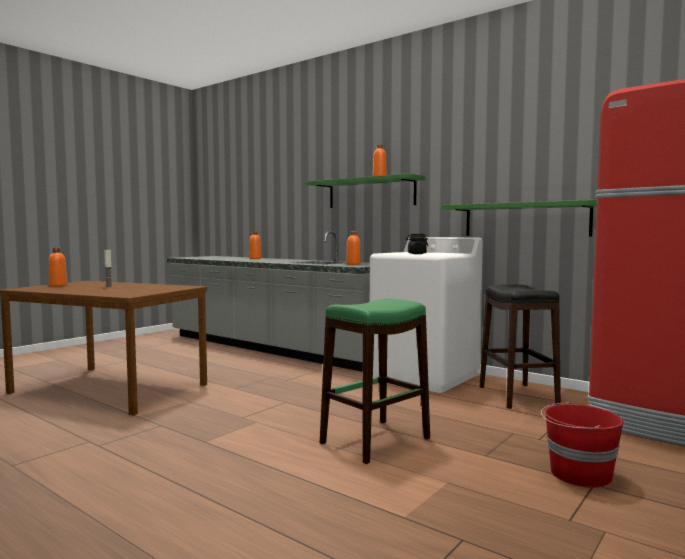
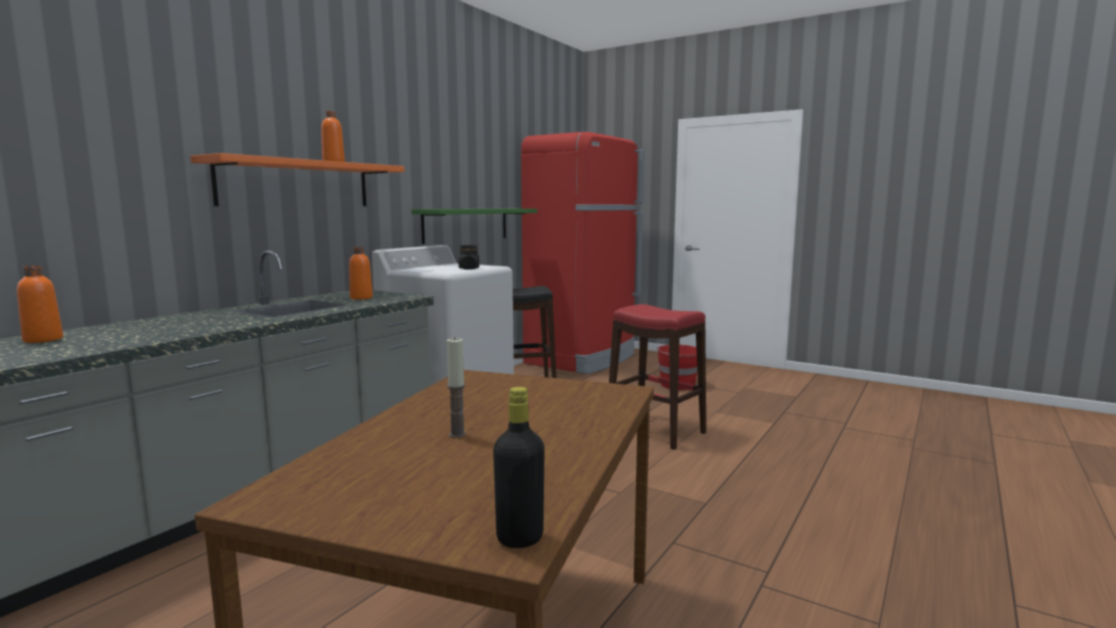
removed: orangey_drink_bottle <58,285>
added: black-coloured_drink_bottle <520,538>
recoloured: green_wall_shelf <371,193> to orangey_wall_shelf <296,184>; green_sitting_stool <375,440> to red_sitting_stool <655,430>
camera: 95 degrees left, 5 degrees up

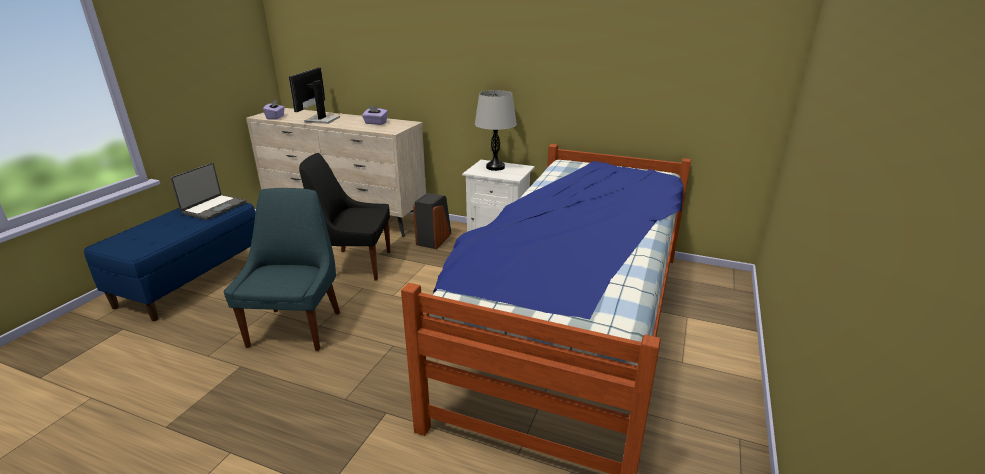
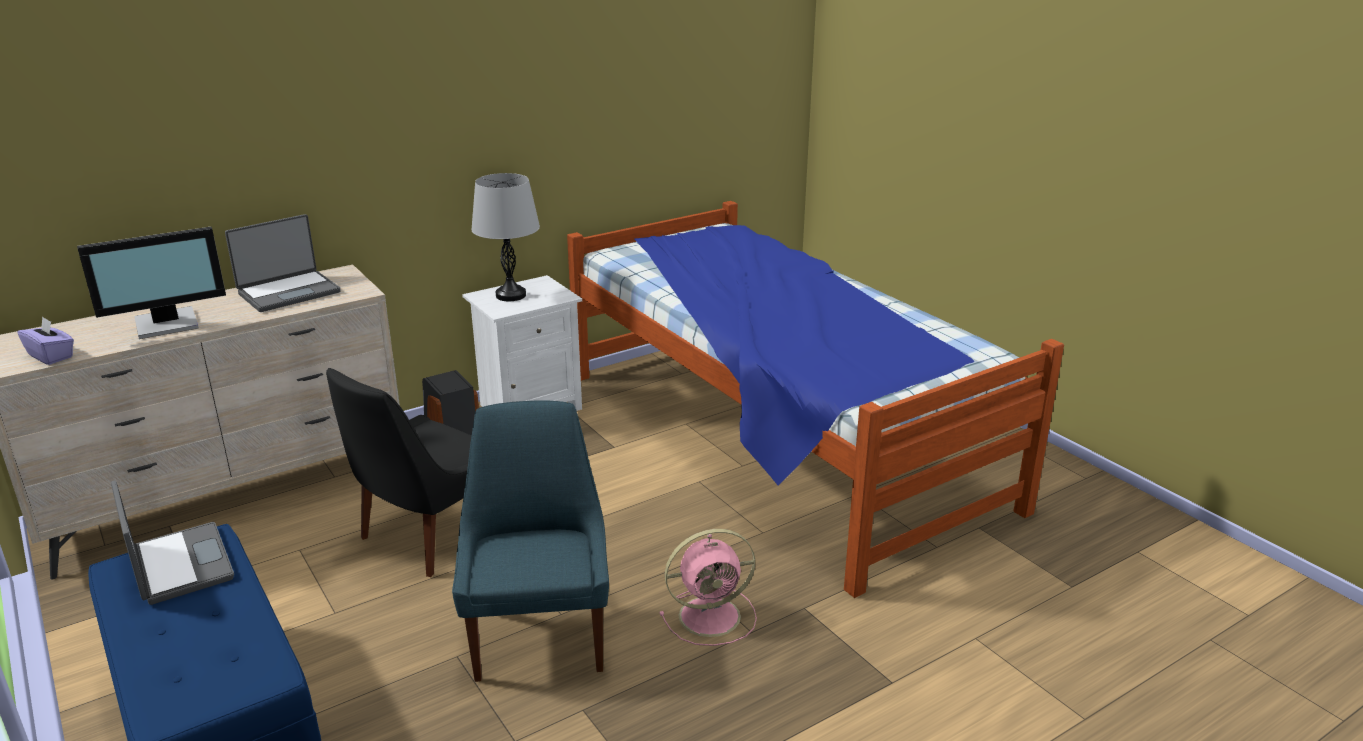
added: pink_electric_fan <712,616>
replaced: purple_tissue_holder <375,123> to portable_computer <288,292>
turned: blue-coloured_chair <297,327> = <540,635> 45 degrees clockwise; computer_screen <320,120> = <168,324> 75 degrees counterclockwise
camera: 55 degrees left, 0 degrees up

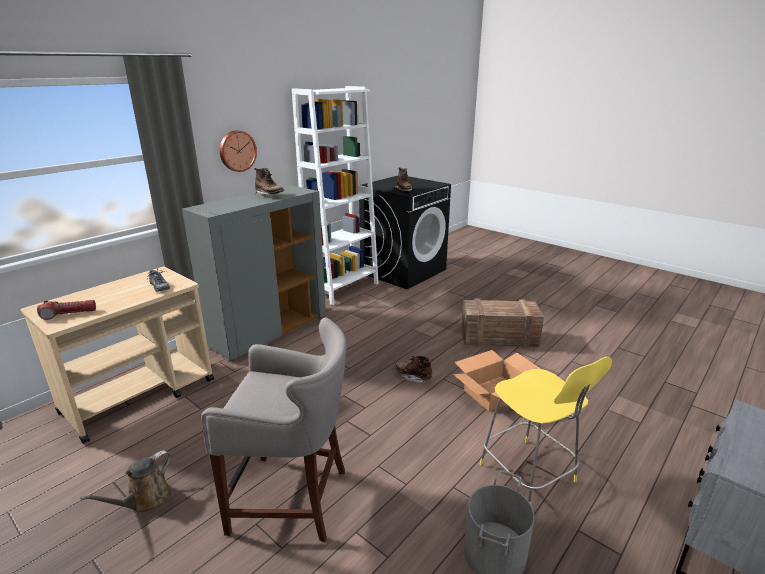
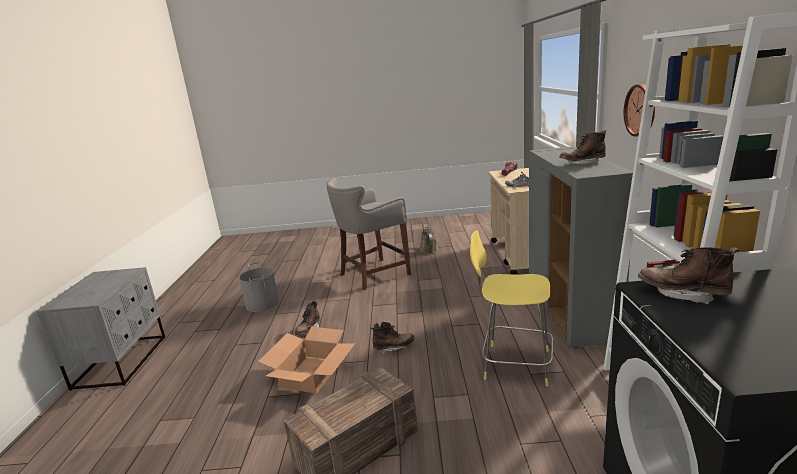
added: brown_boot <308,330>
moved: yellow_sitting_stool <529,475> to <514,364>
camera: 140 degrees right, 5 degrees down

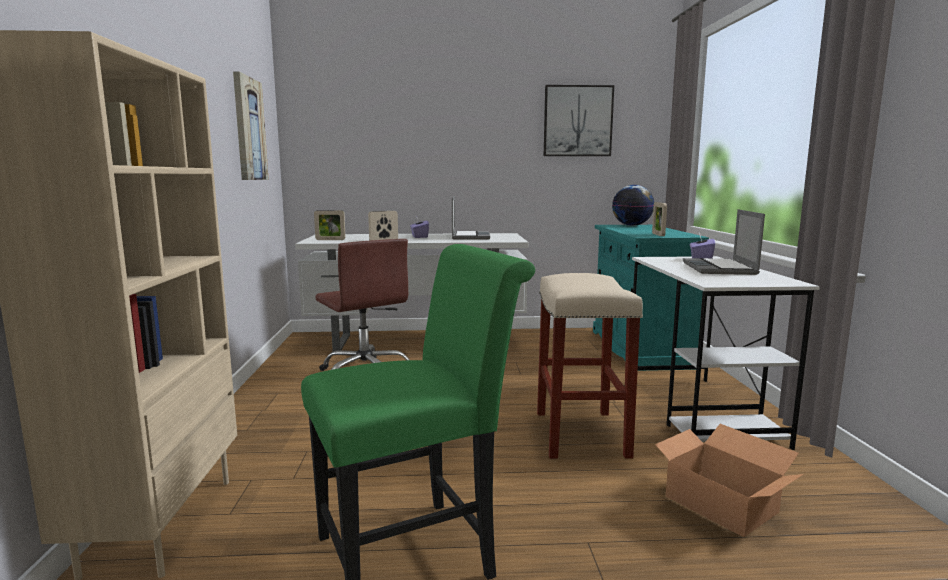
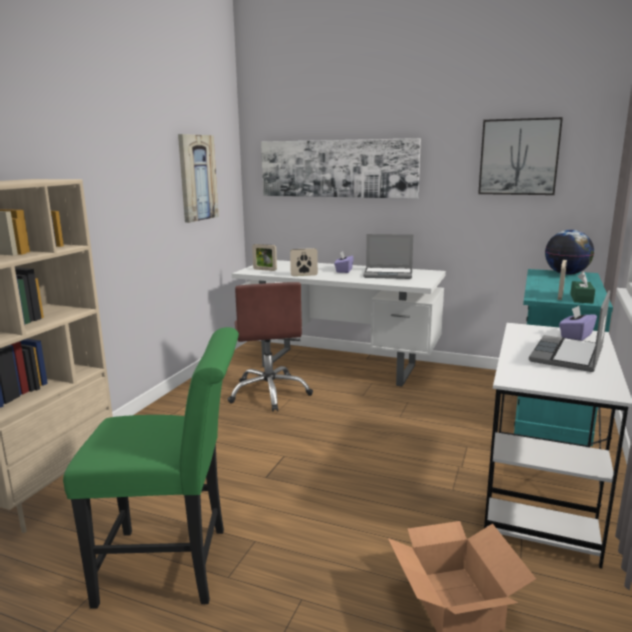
removed: sand-coloured_sitting_stool <579,433>
added: wall_picture <337,168>; green_tissue_holder <581,298>
turned: portable_computer <469,237> = <389,274> 75 degrees clockwise
camera: 25 degrees right, 5 degrees up

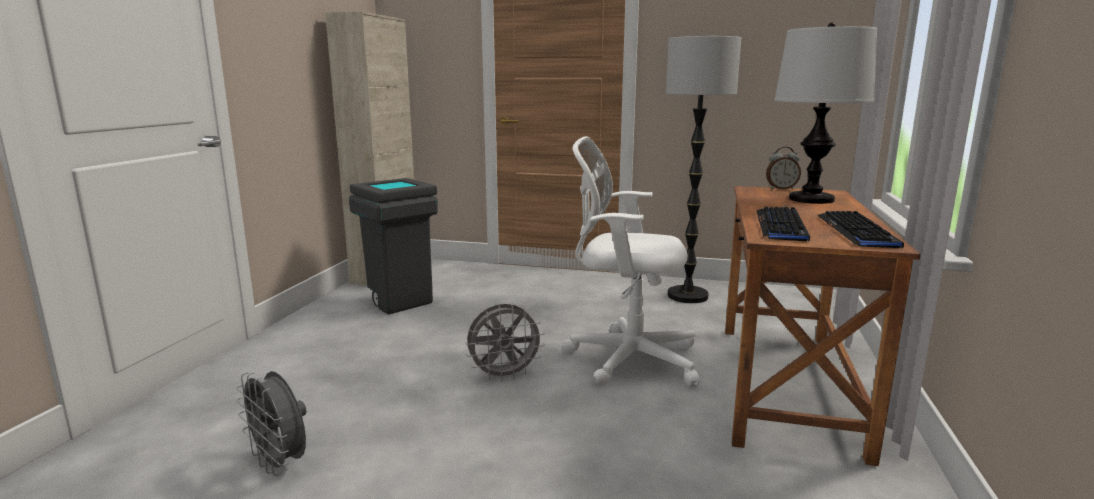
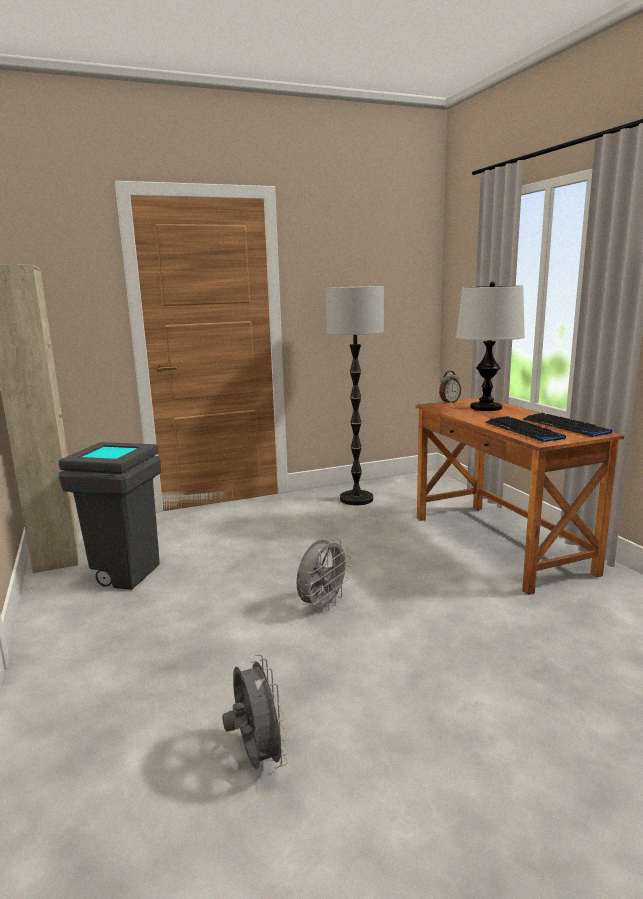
removed: white-coloured_office_chair <626,358>
turned: gray_electric_fan <280,464> = <257,758> 120 degrees counterclockwise
camera: 35 degrees left, 0 degrees up

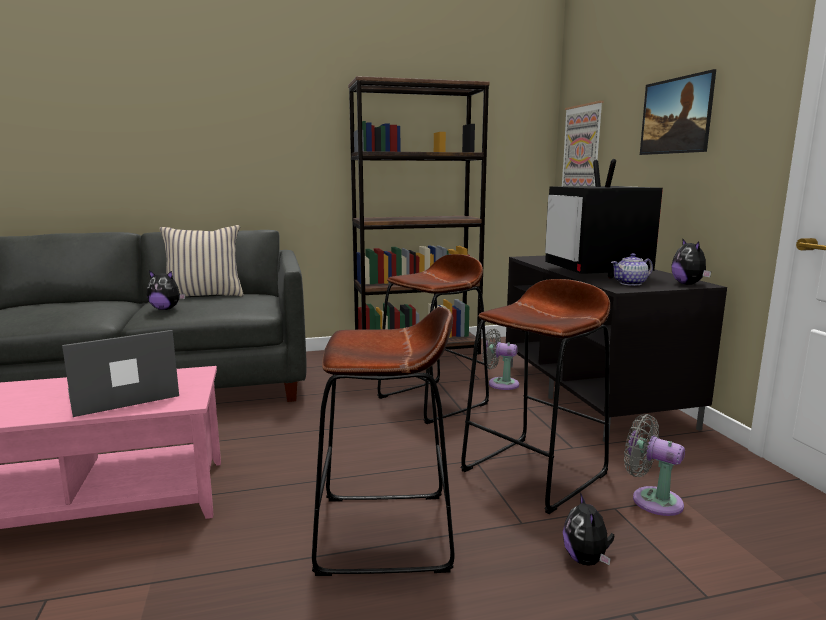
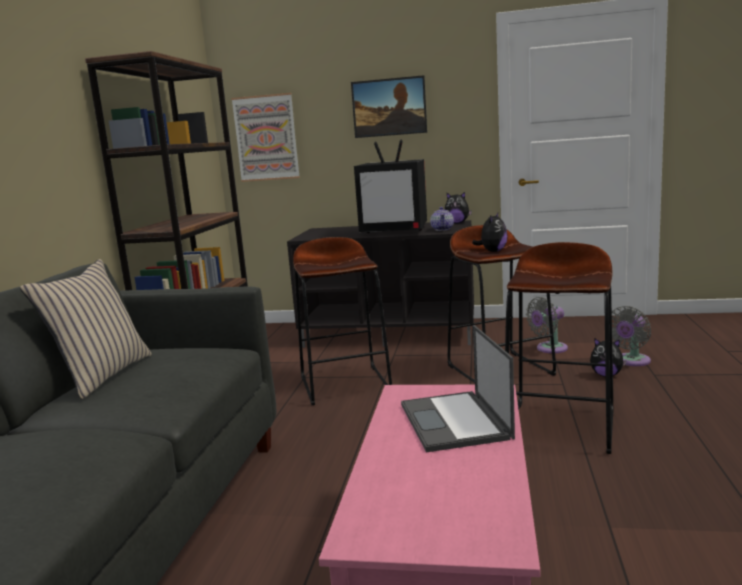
moved: soft_toy <166,309> to <492,251>; gray_electric_fan <500,383> to <631,361>
camera: 65 degrees left, 0 degrees up

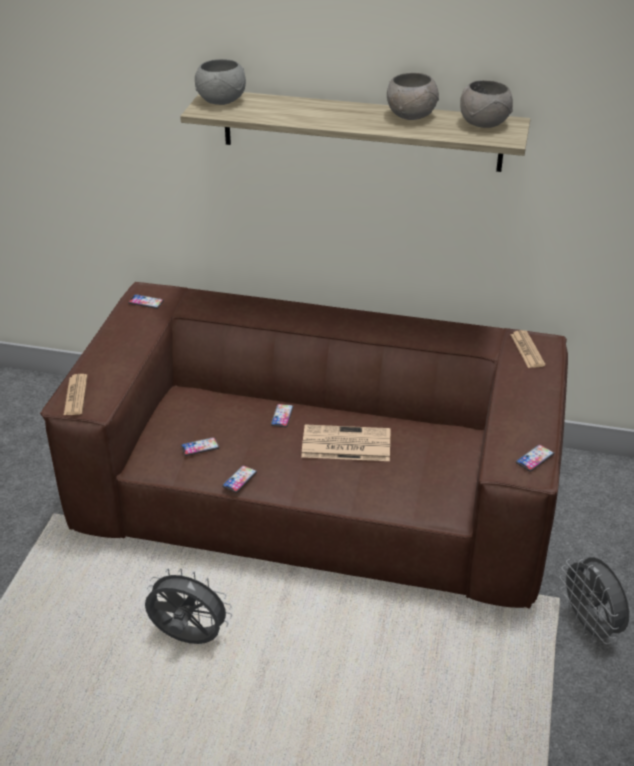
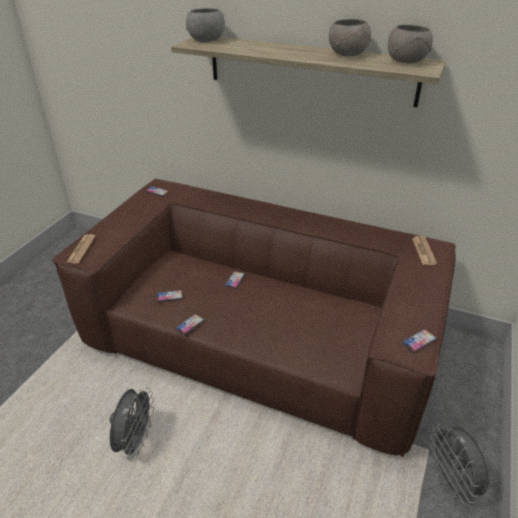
removed: daily_paper <345,444>
turned: gray_electric_fan <188,639> = <135,440> 75 degrees clockwise
camera: 10 degrees right, 0 degrees up

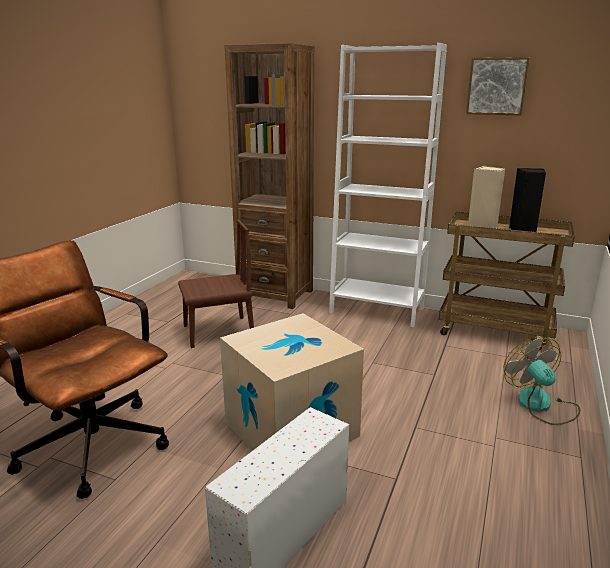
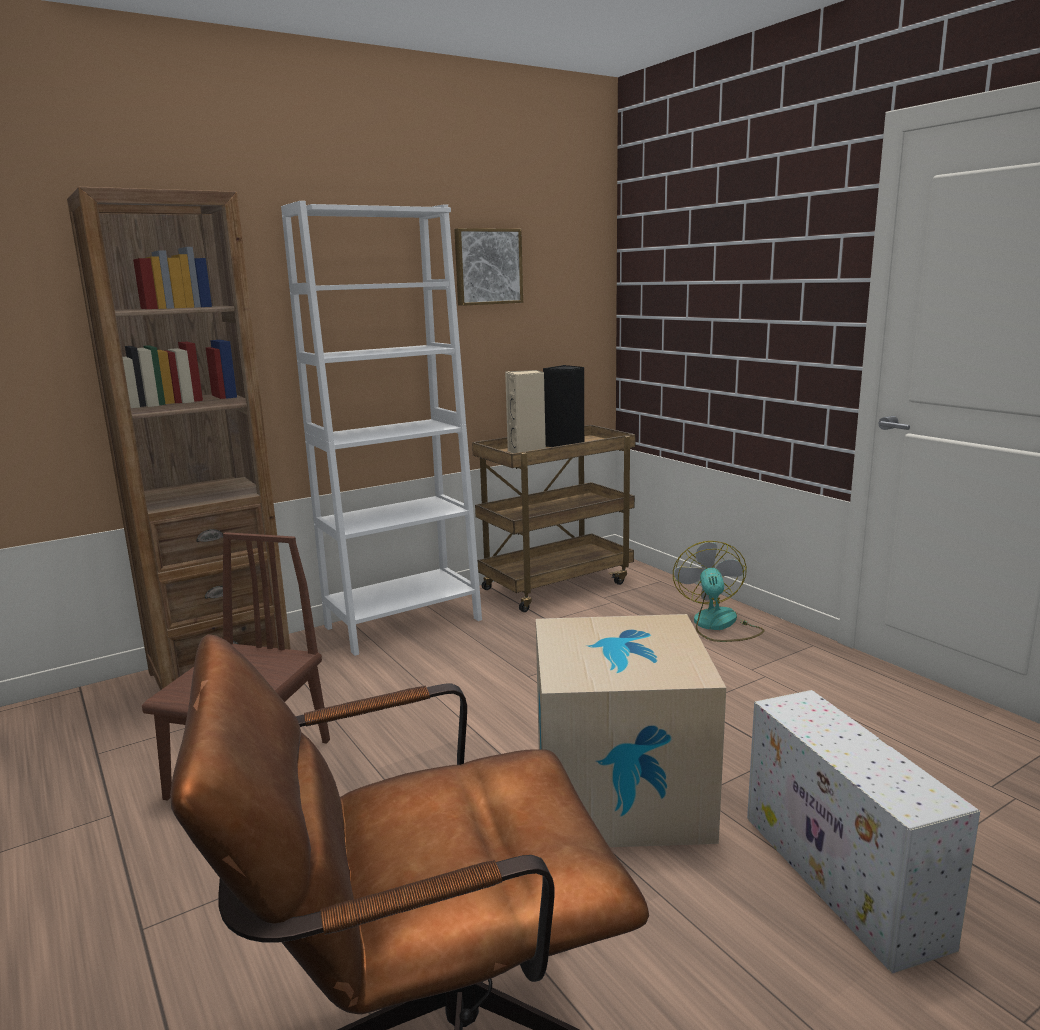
turned: electric_fan <541,405> = <718,625> 75 degrees clockwise
camera: 55 degrees left, 5 degrees down

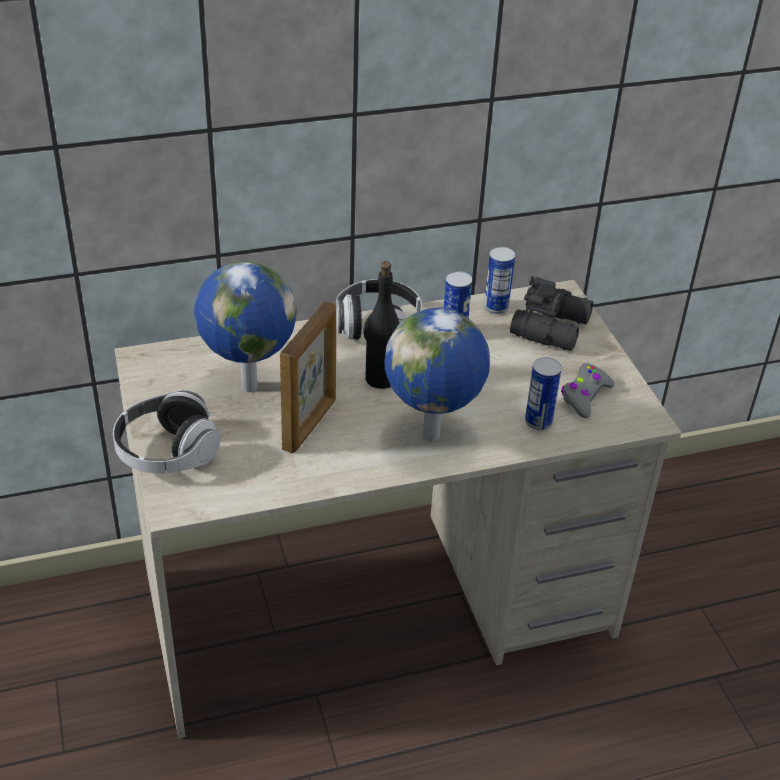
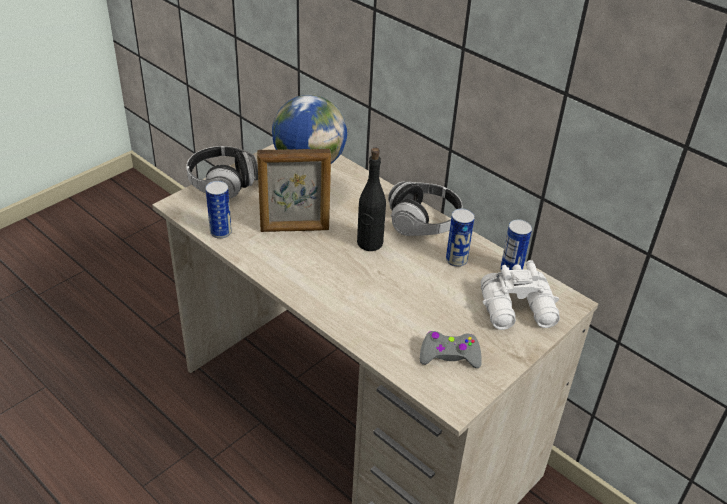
removed: globe <433,437>
moved: metal_can <538,422> to <221,232>
recoloured: black-coloured_pair_of_binoculars <553,327> to white-coloured_pair_of_binoculars <519,310>
camera: 60 degrees right, 0 degrees up

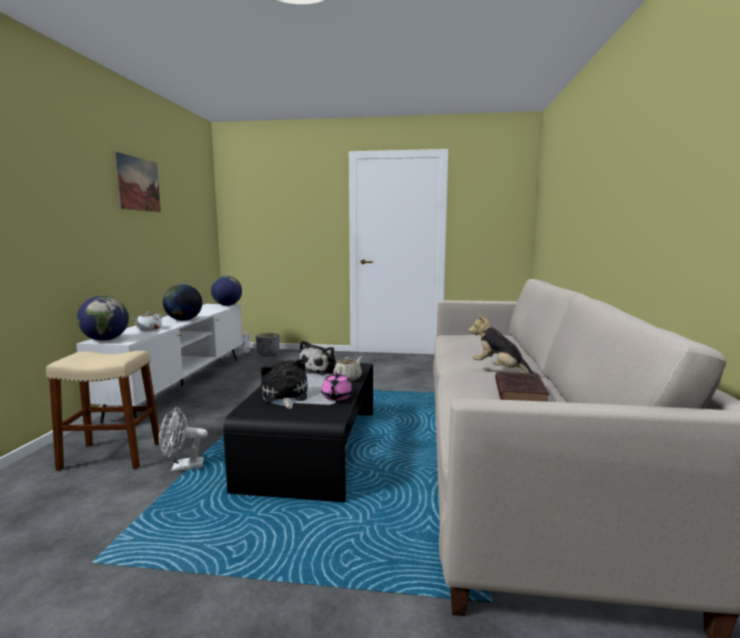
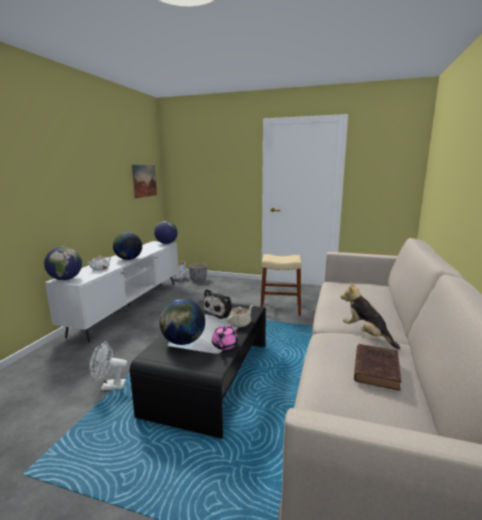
moved: sand-coloured_sitting_stool <111,456> to <280,309>; wall_picture <138,184> to <144,181>
replaced: soft_toy <284,397> to globe <183,342>
camera: 10 degrees right, 5 degrees up

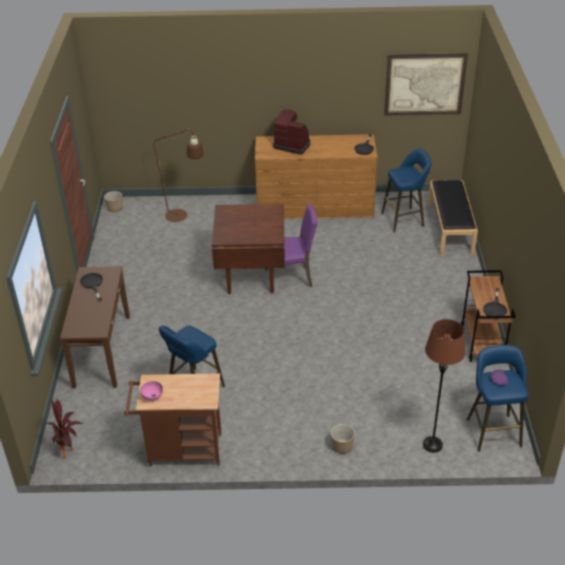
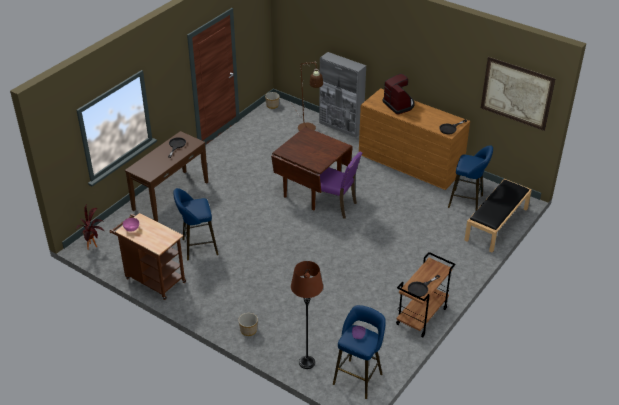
added: gray_cabinet <341,127>
camera: 35 degrees right, 0 degrees up

